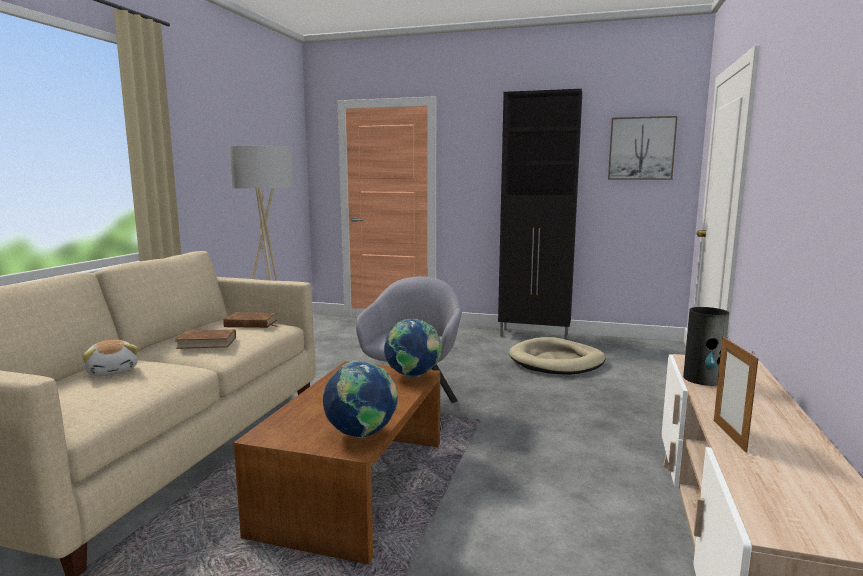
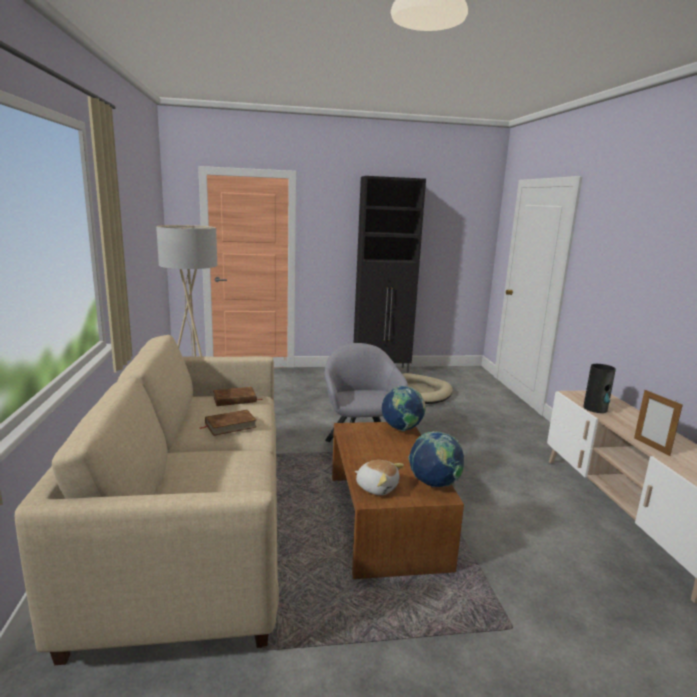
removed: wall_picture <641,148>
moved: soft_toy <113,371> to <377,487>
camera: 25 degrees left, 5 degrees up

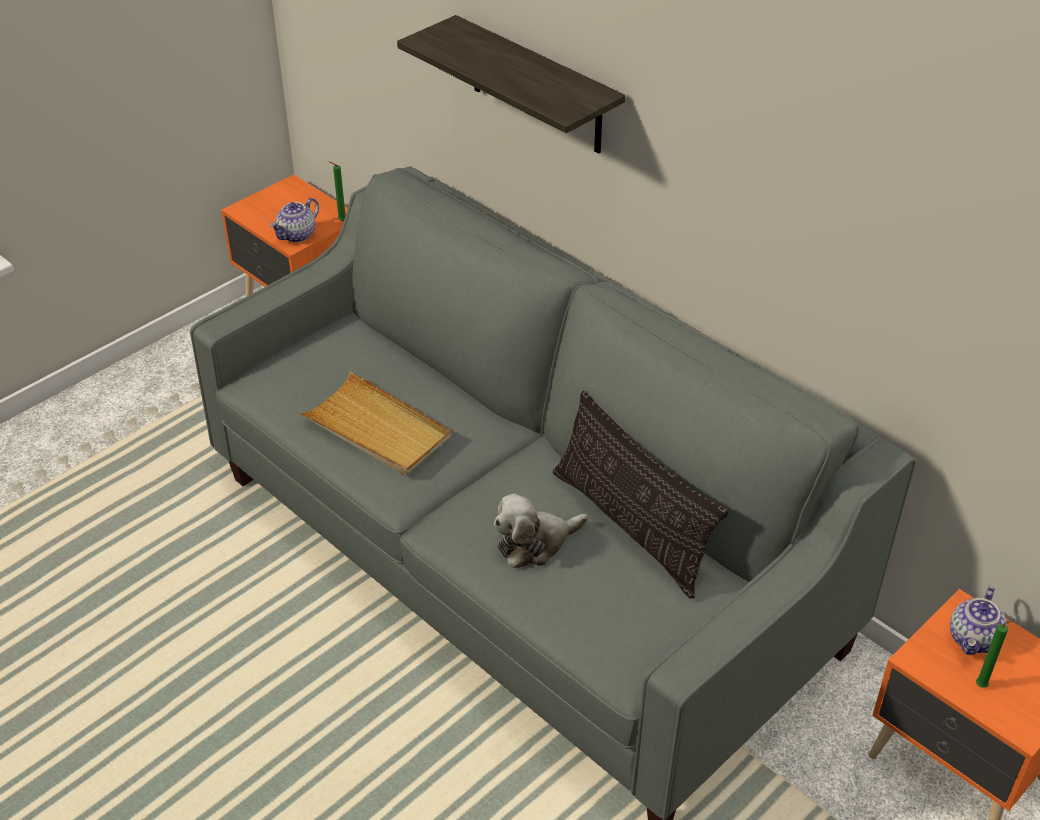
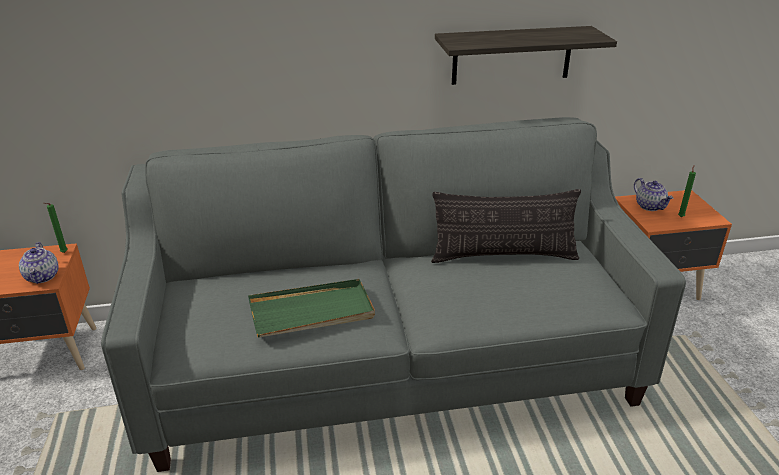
removed: soft_toy <535,543>
moved: wall_shelf <536,87> to <512,55>
recoloured: sand-coloured_serving_tray <377,429> to green_serving_tray <312,312>
camera: 55 degrees left, 10 degrees down

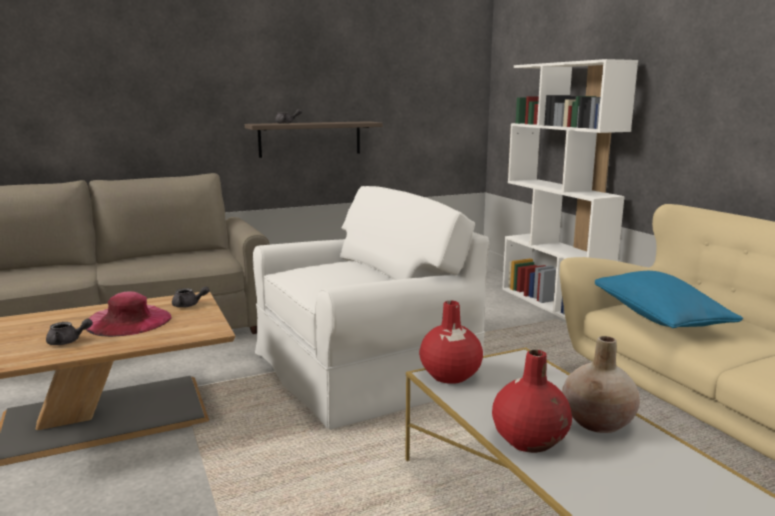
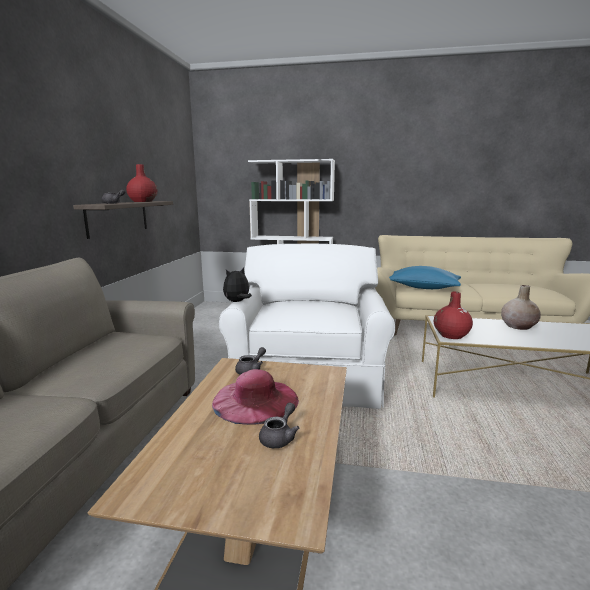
added: soft_toy <237,302>
moved: red_vase <530,440> to <143,201>
camera: 55 degrees left, 0 degrees up

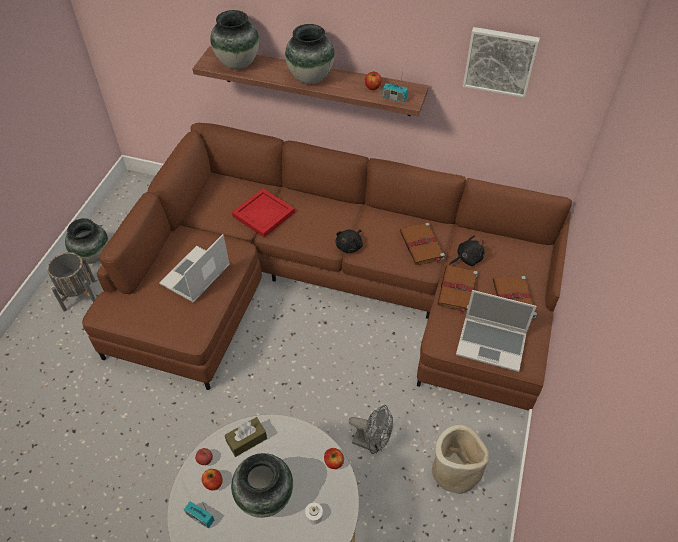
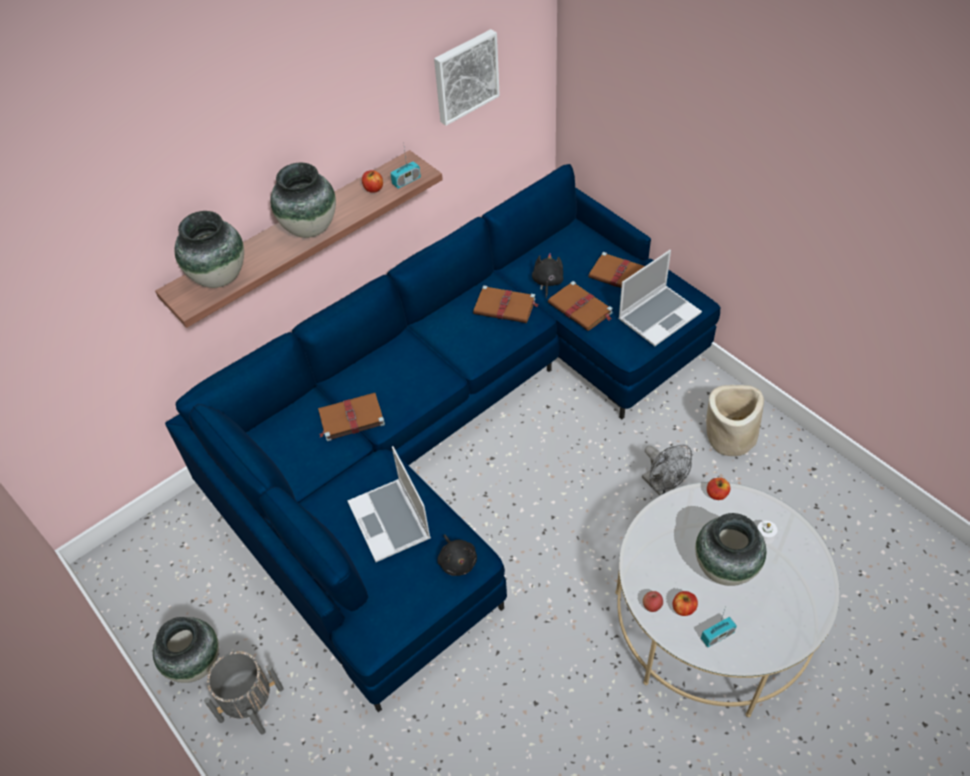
removed: brown_tissue_holder <246,440>
moved: black-coloured_soft_toy <350,246> to <457,561>
replaced: red_serving_tray <263,215> to brown_volume <350,418>
recoloured: brown_couch <333,289> to blue-coloured_couch <453,430>
turned: gray_electric_fan <372,443> = <662,487> 90 degrees clockwise
camera: 55 degrees left, 0 degrees up

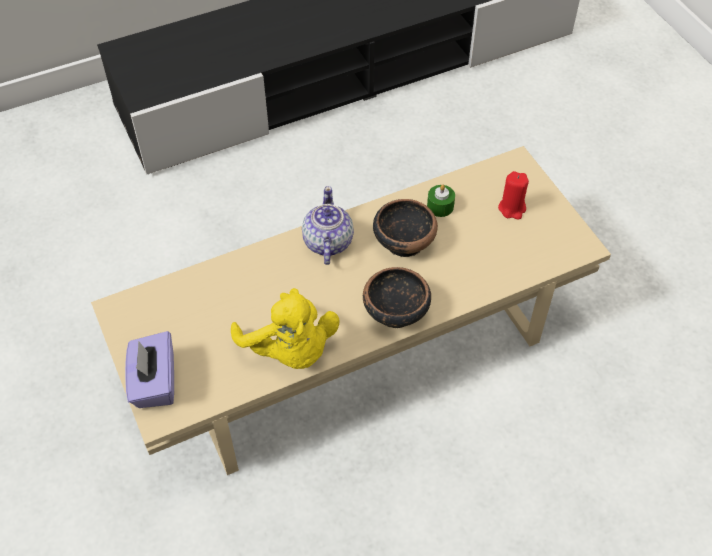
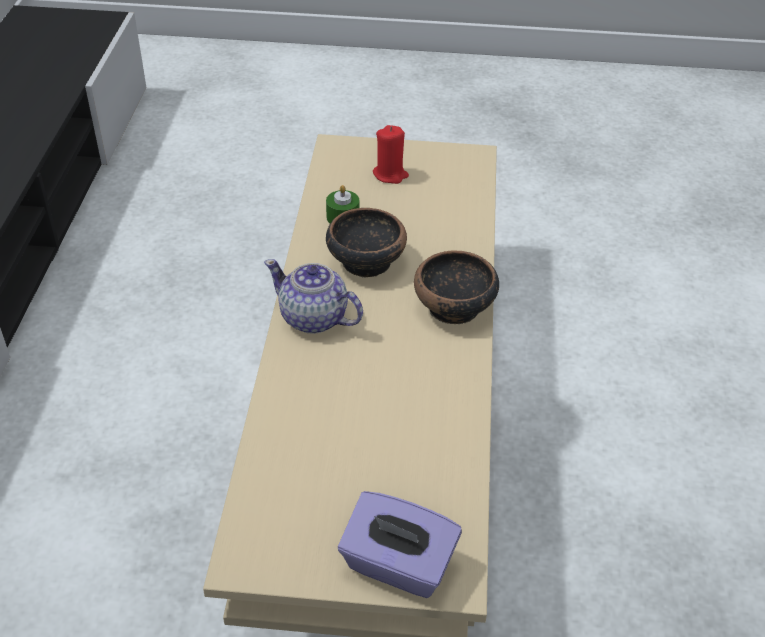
removed: yellow_soft_toy <290,350>
camera: 60 degrees left, 10 degrees down

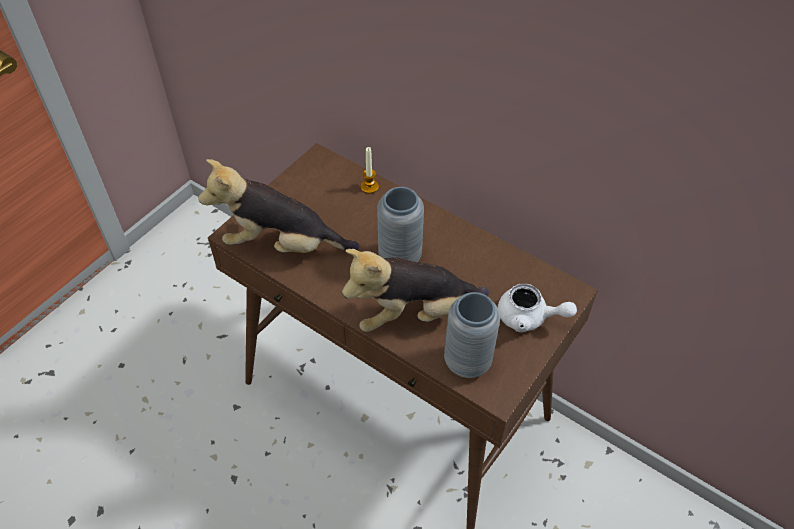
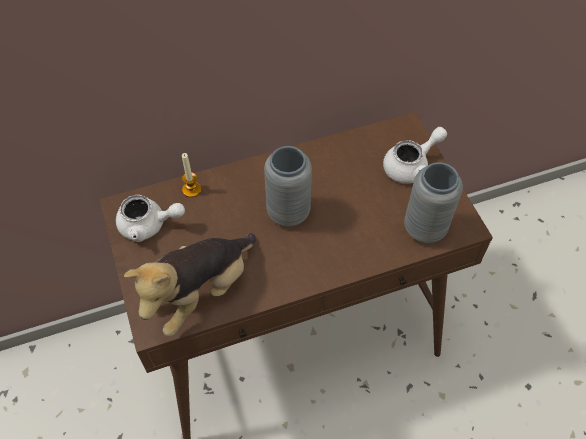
removed: soft_toy <413,313>
added: white-coloured_pot_for_tea <149,225>
camera: 55 degrees left, 5 degrees up

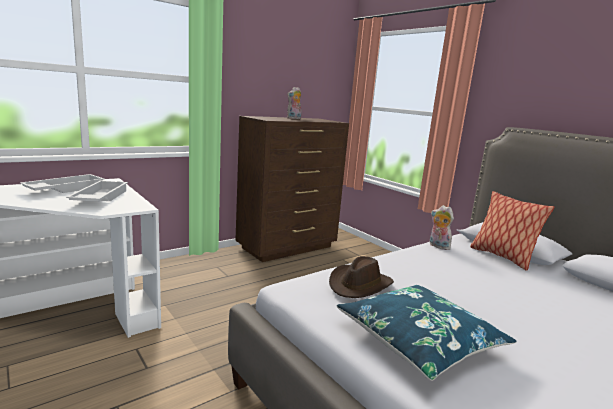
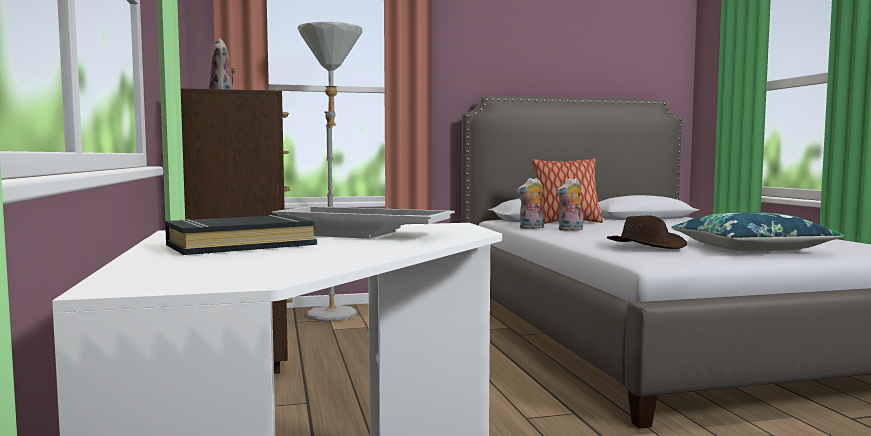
added: gray_floor_lamp <333,318>; soft_toy <570,230>
replaced: white-coloured_serving_tray <65,189> to black-coloured_volume <241,245>
camera: 65 degrees left, 10 degrees down

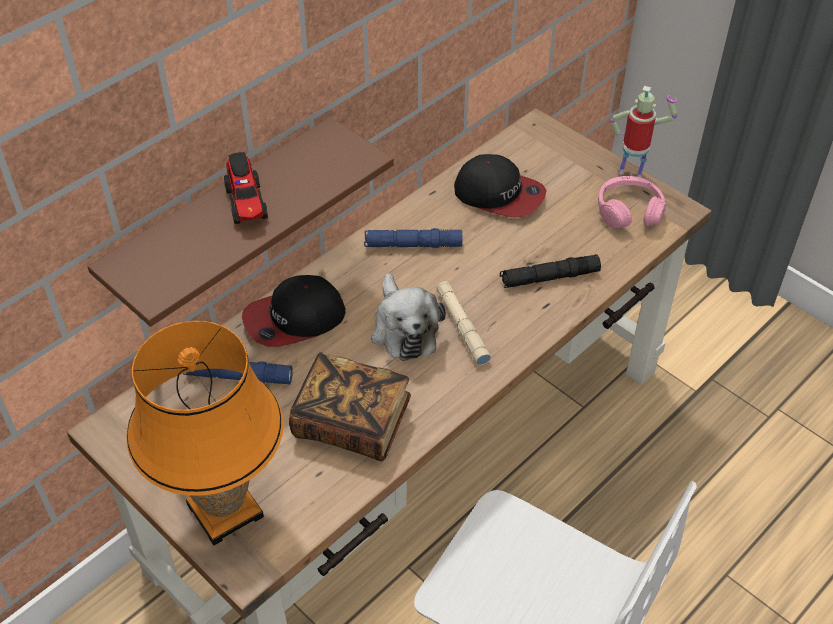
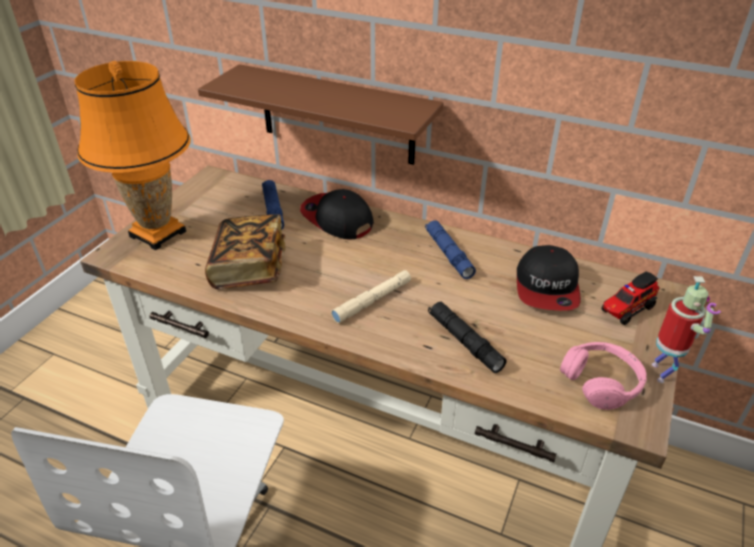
removed: soft_toy <403,328>
moved: toy_truck <247,205> to <626,310>
camera: 70 degrees right, 10 degrees down

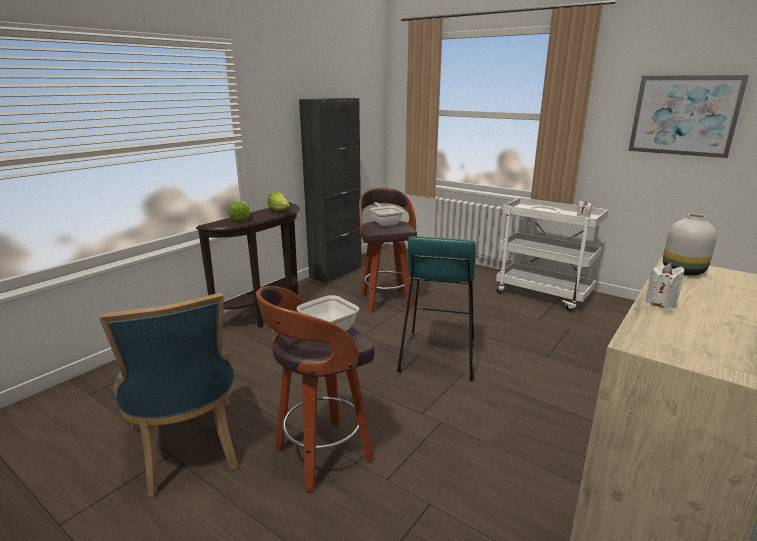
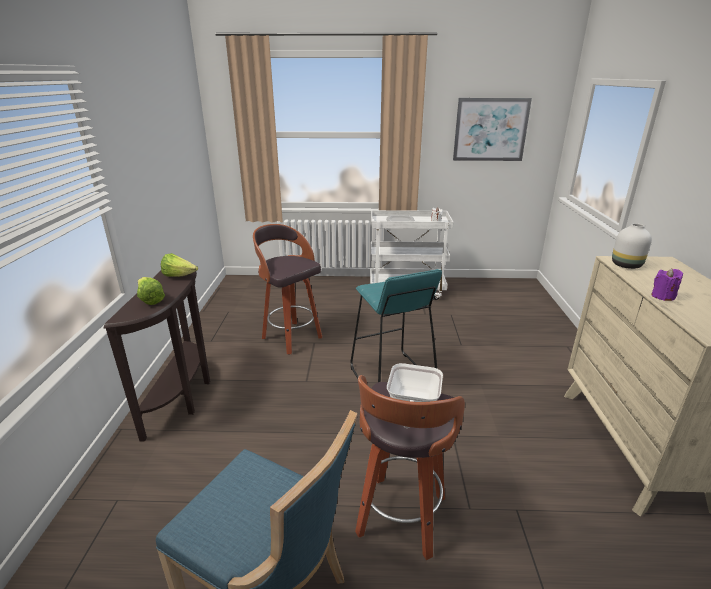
removed: black-coloured_cabinet <336,272>; pan <385,223>
recoloured: white-coloured_wax_light <660,302> to purple_wax_light <662,296>
camera: 35 degrees left, 5 degrees up

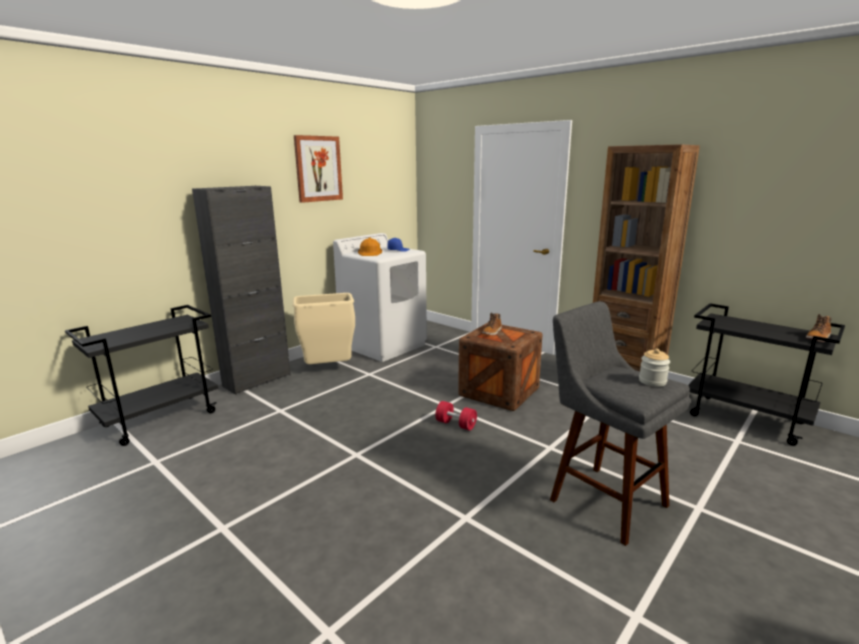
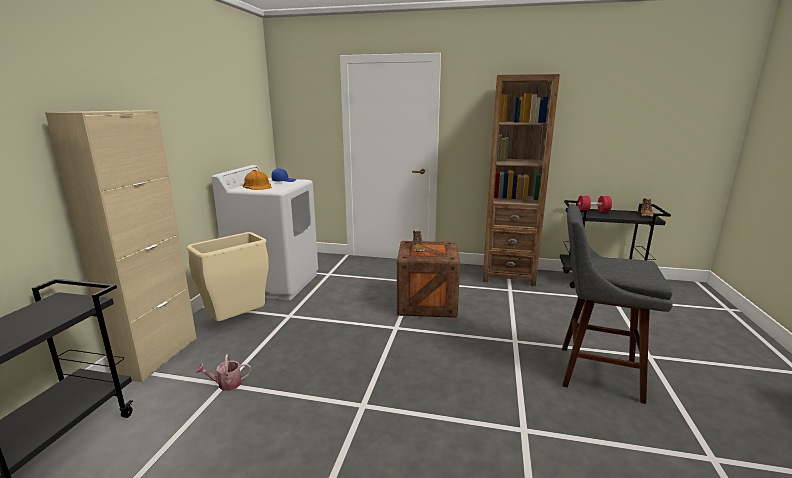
removed: wall_picture <318,169>; jar <652,381>
added: watering_can <226,384>
moved: red_free_weight <456,424> to <593,211>
recoloured: black-coloured_cabinet <257,380> to sand-coloured_cabinet <157,356>
camera: 30 degrees left, 0 degrees up

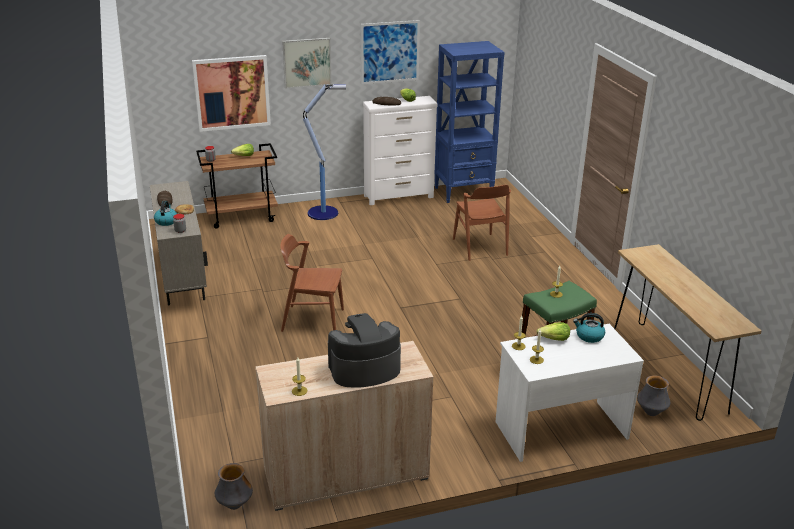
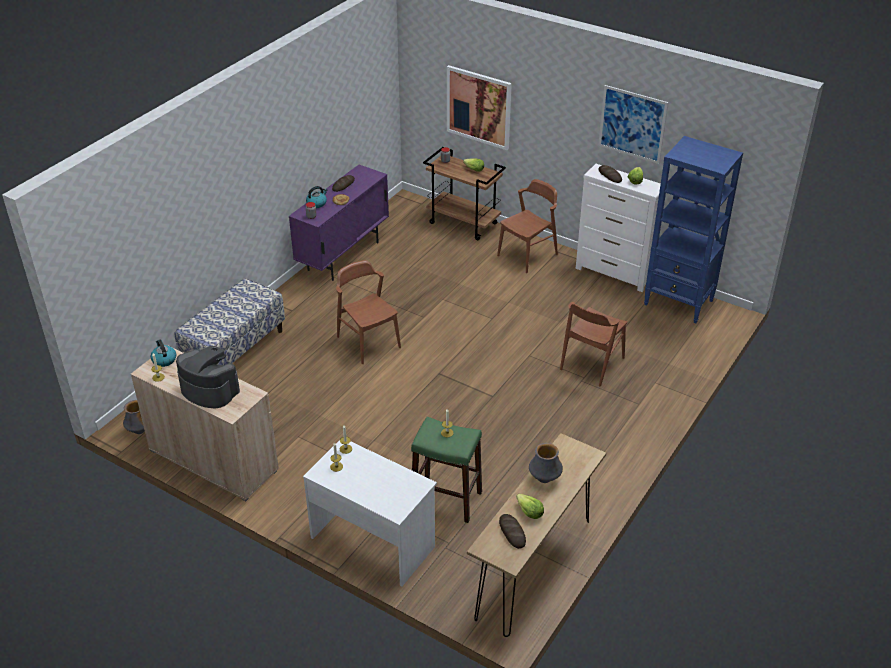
removed: wall_picture <307,62>
added: bench <234,349>; baked_bread <512,532>
moved: lettuce <554,339> to <529,512>; kettle <589,336> to <164,360>; vase <651,412> to <544,479>
replaced: floor_lamp <324,213> to brown_chair <527,255>
recoloured: sand-coloured_cabinet <182,281> to purple_cabinet <343,256>
camera: 50 degrees right, 10 degrees up

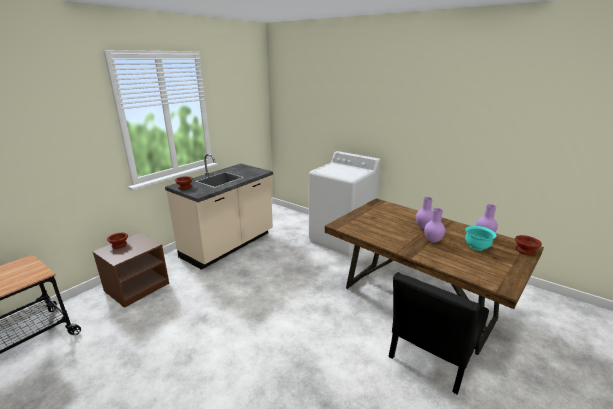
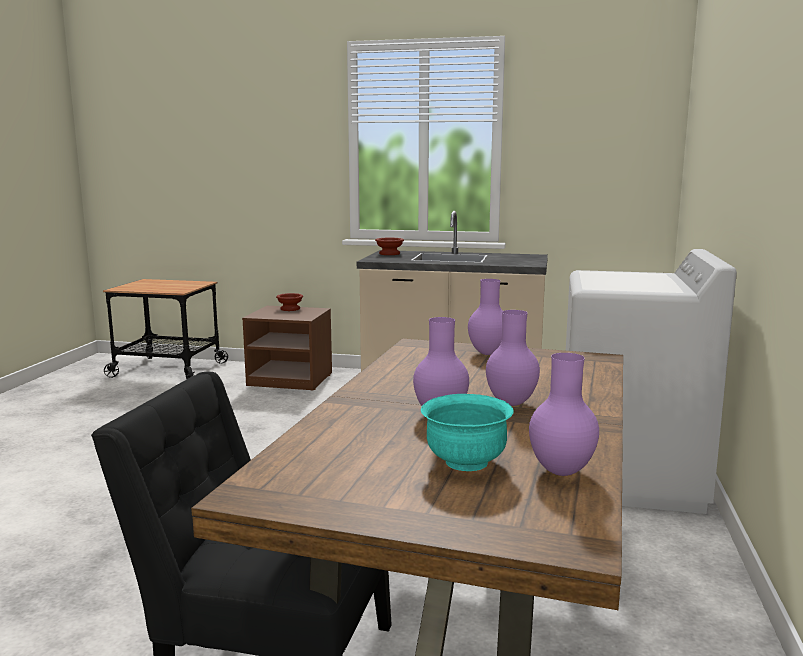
removed: brown_serving_bowl <526,251>
added: purple_vase <487,353>
camera: 65 degrees right, 10 degrees down

